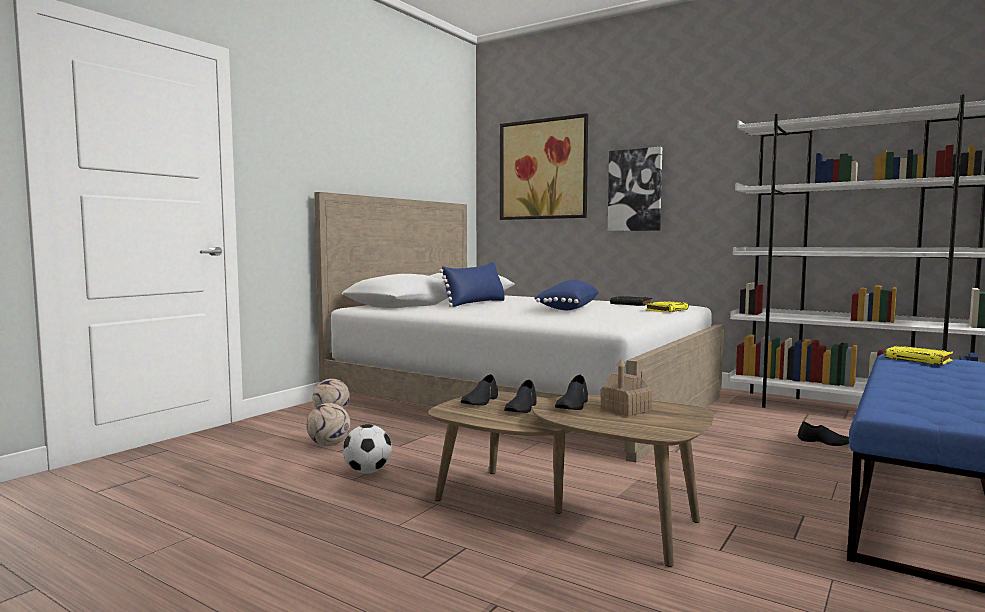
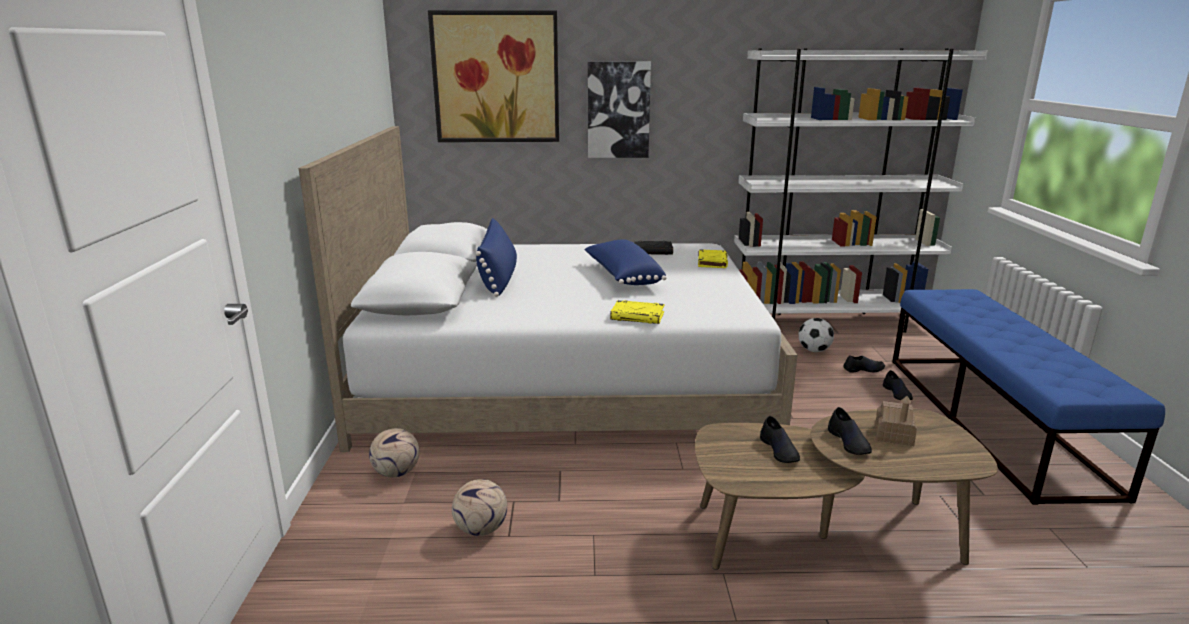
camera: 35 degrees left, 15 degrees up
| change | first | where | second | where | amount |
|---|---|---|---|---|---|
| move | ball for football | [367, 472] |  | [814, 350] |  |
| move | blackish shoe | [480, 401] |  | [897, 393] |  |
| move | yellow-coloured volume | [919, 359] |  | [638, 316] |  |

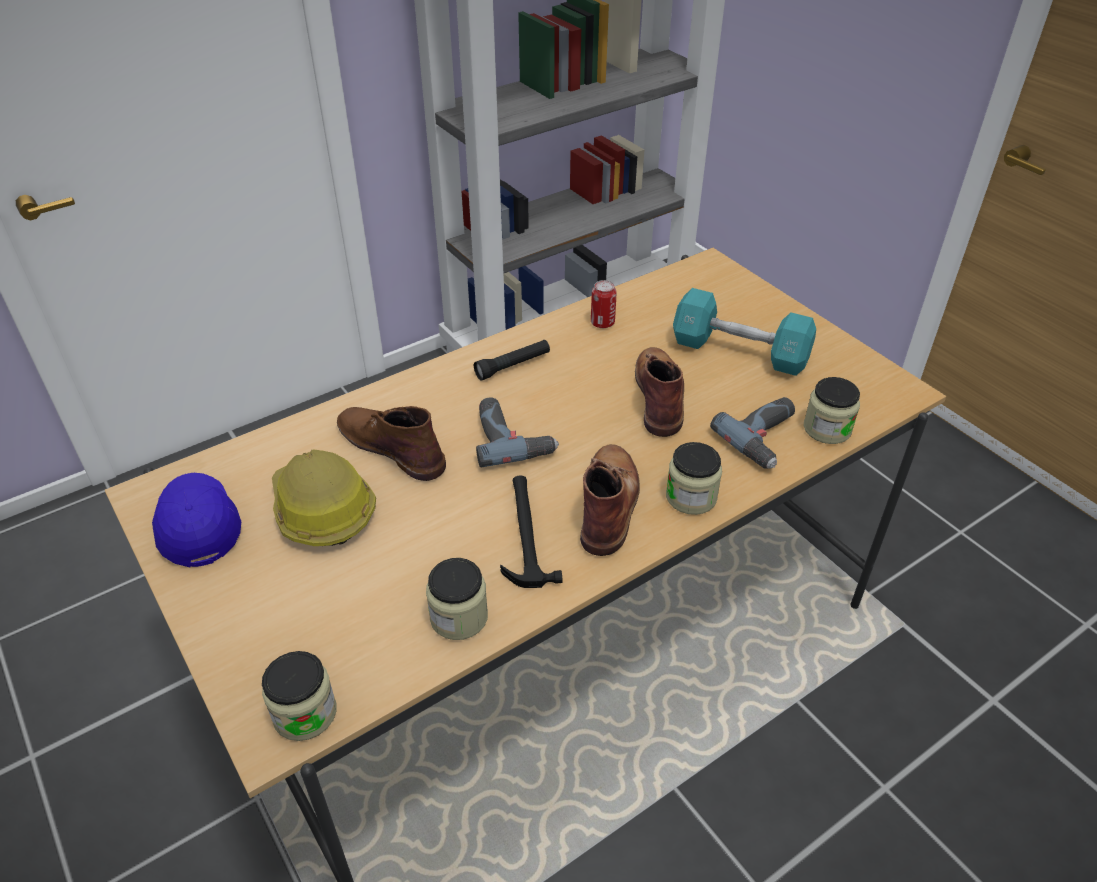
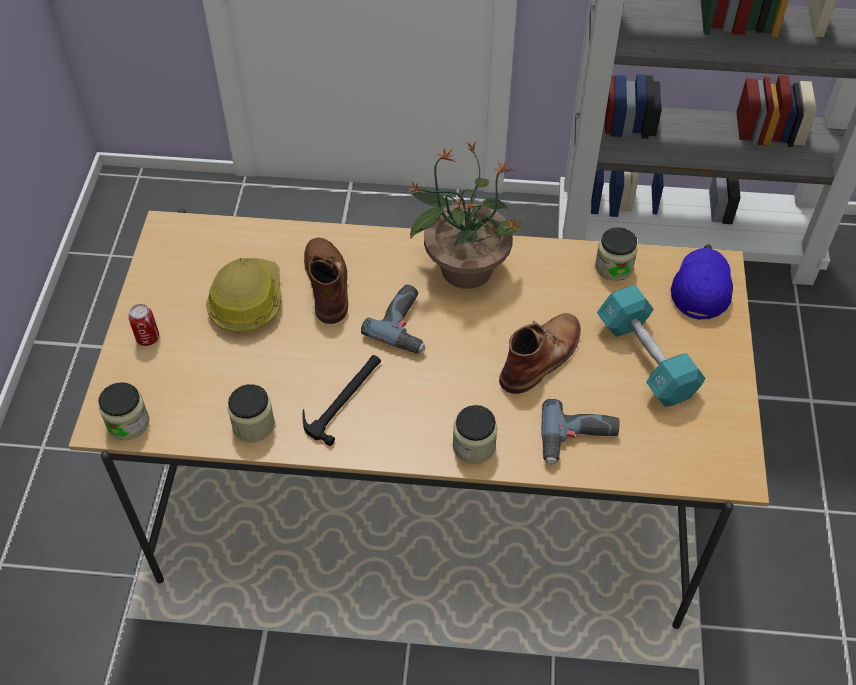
camera: 40 degrees right, 10 degrees up
| change | first | where | second | where | amount |
|---|---|---|---|---|---|
| delete | brownish tall boot | [608, 501] |  |  |  |
| move | bluish peaked cap | [198, 527] |  | [700, 290] |  |
| move | metal can | [602, 323] |  | [148, 338] |  |
| move | preserve jar | [827, 429] |  | [614, 267] |  |
| replace | blackish flashlight | [513, 366] | potted plant | [465, 268] |  |

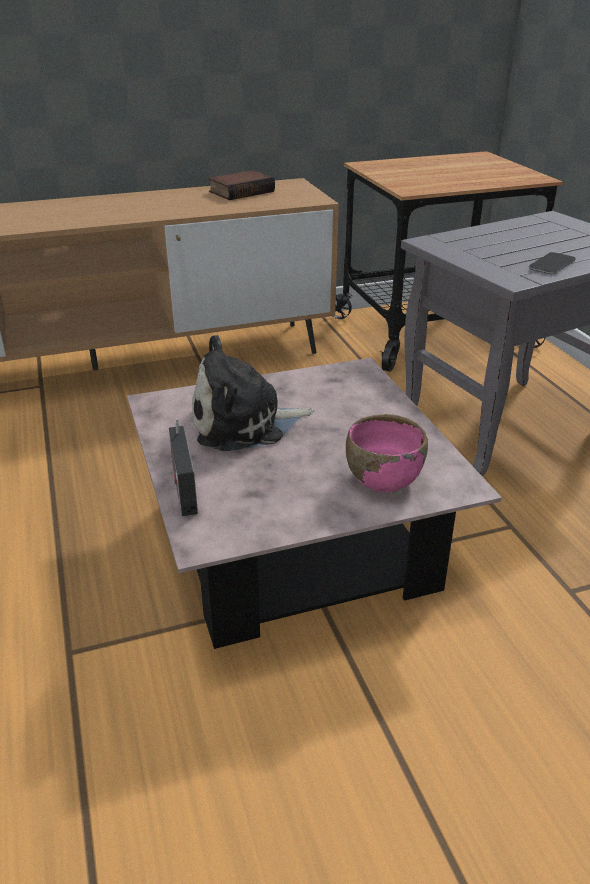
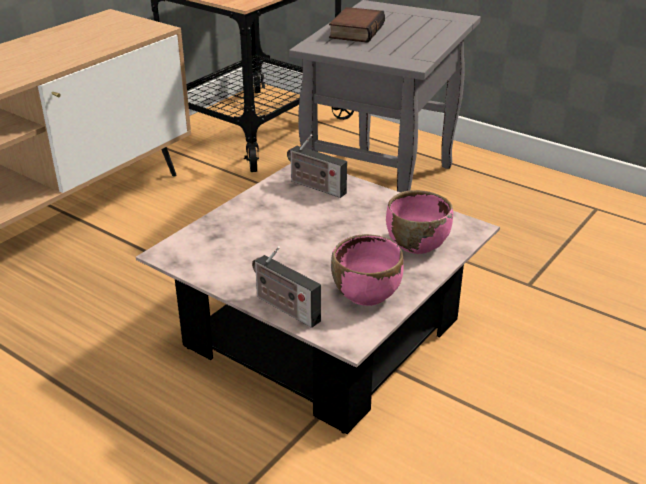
camera: 35 degrees left, 0 degrees up
| change | first | where | second | where | amount |
|---|---|---|---|---|---|
| delete | soft toy | [244, 424] |  |  |  |
| delete | handset | [551, 265] |  |  |  |
| insert |  |  | radio set | [315, 186] |  |
| insert |  |  | pinkish bowl | [367, 293] |  |
| move | volume | [241, 191] |  | [355, 31] |  |

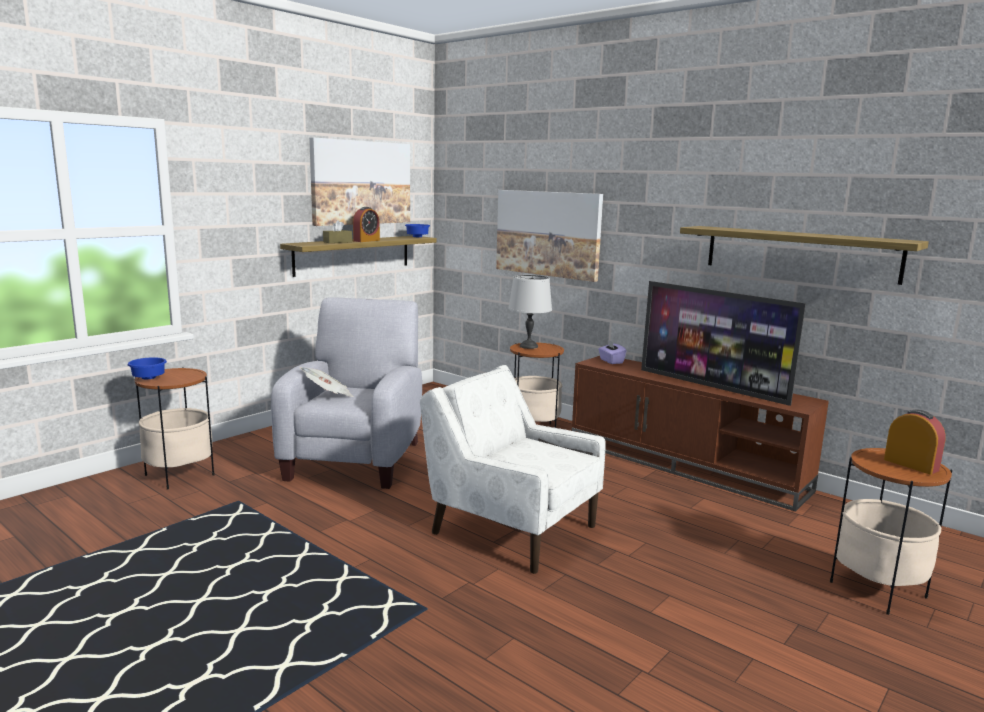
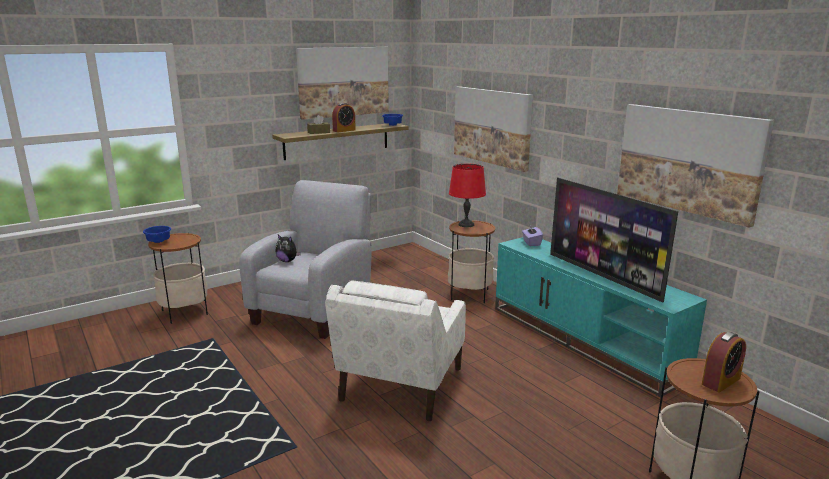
camera: 15 degrees right, 5 degrees up
| change | first | where | second | where | amount |
|---|---|---|---|---|---|
| replace | daily paper | [328, 395] | soft toy | [287, 261] |  |
| replace | wall shelf | [800, 253] | wall picture | [688, 160] |  |
| recolor | greyish lamp for a table | [528, 346] | red lamp for a table | [466, 224] |  |
| recolor | brownish tv unit | [685, 465] | turquoise-coloured tv unit | [584, 340] |  |
| rotate | white-coloured easy chair | [513, 528] |  | [401, 385] | 120 degrees counterclockwise |
| rotate | bedside clock | [911, 465] |  | [721, 381] | 75 degrees clockwise |

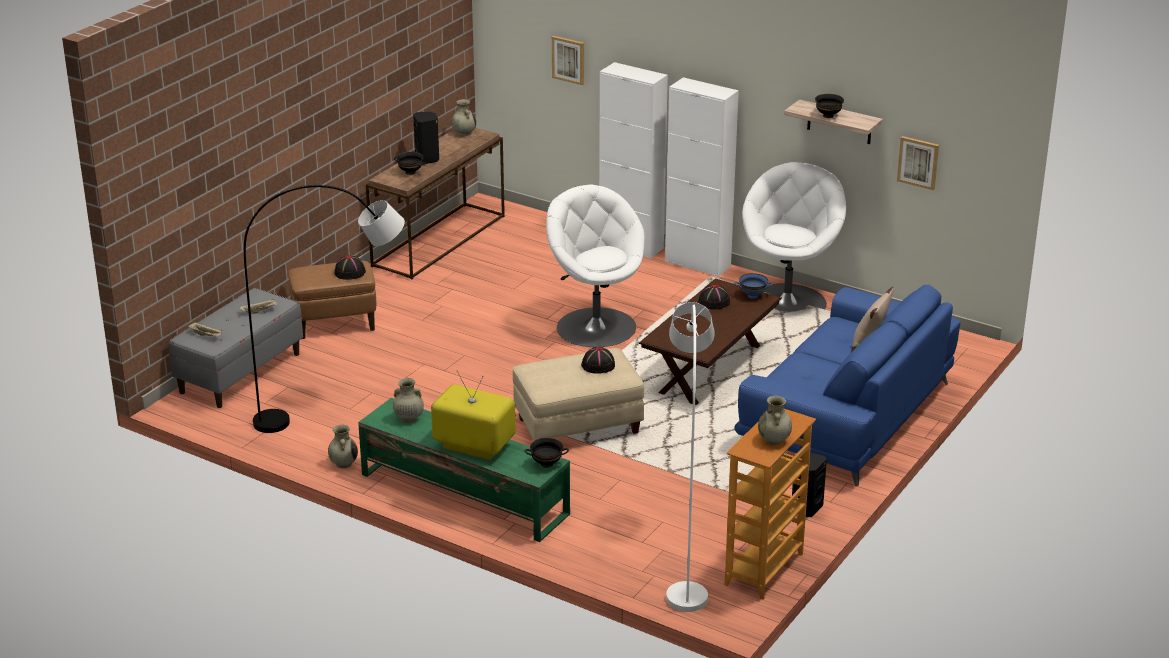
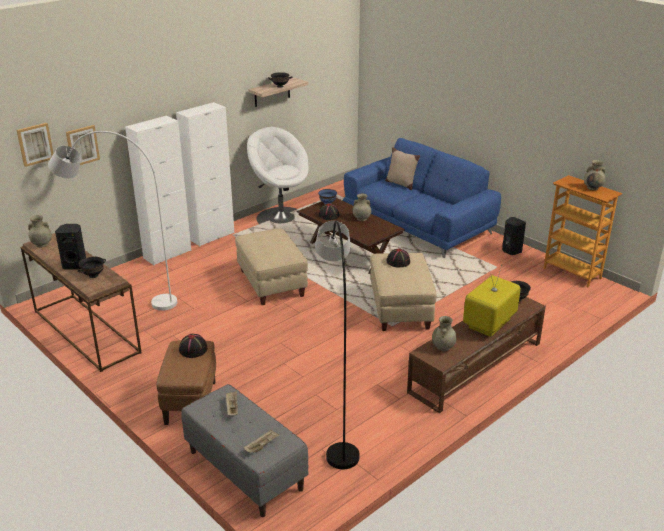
camera: 75 degrees left, 0 degrees up
| change | first | where | second | where | amount |
|---|---|---|---|---|---|
| move | sand-coloured flower vase | [343, 463] |  | [361, 219] |  |
| move | white-coloured floor lamp | [686, 551] |  | [121, 296] |  |
| move | wall picture | [918, 162] |  | [35, 144] |  |
| replace | white-coloured easy chair | [596, 326] | sand-coloured footrest | [271, 283] |  |
| recolor | green-coloured tv unit | [463, 493] | brownish tv unit | [475, 367] |  |

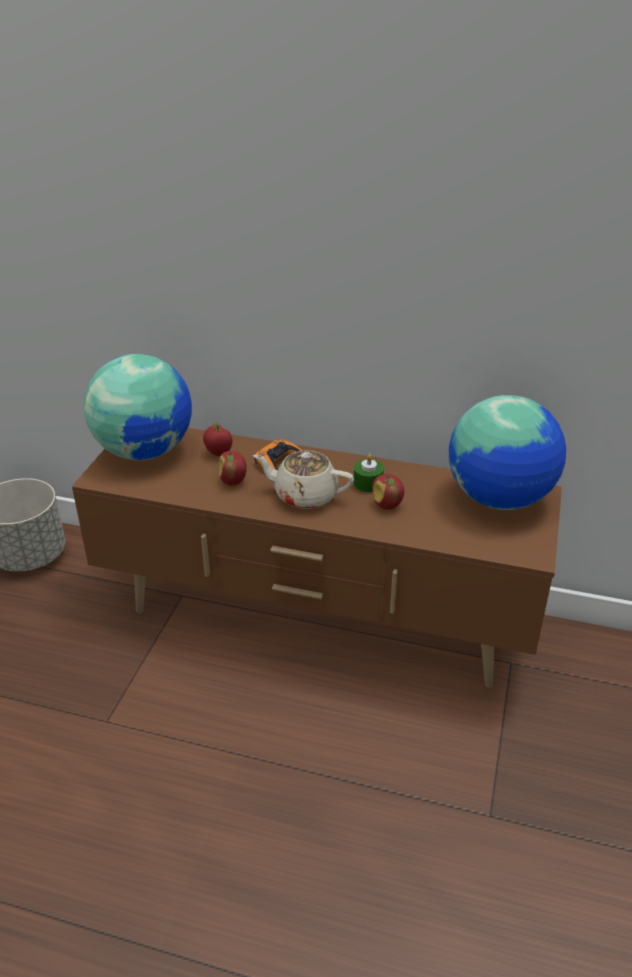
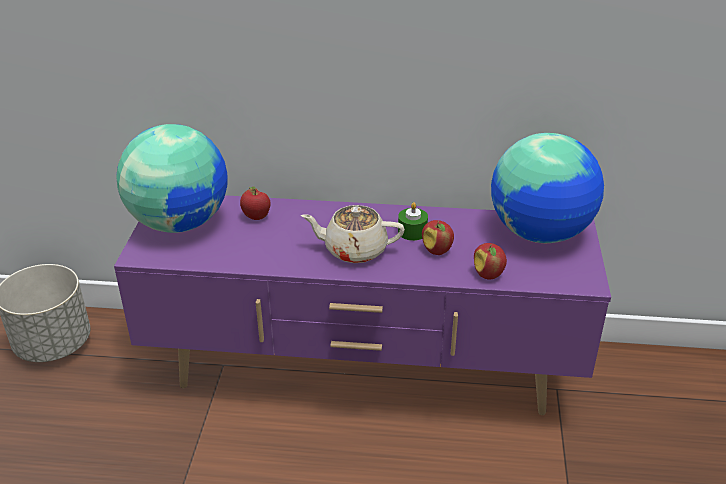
camera: 10 degrees left, 0 degrees up
| change | first | where | second | where | amount |
|---|---|---|---|---|---|
| delete | orange-coloured gamepad | [277, 461] |  |  |  |
| move | apple | [233, 481] |  | [488, 274] |  |
| recolor | brownish tv unit | [317, 621] | purple-coloured tv unit | [364, 373] |  |

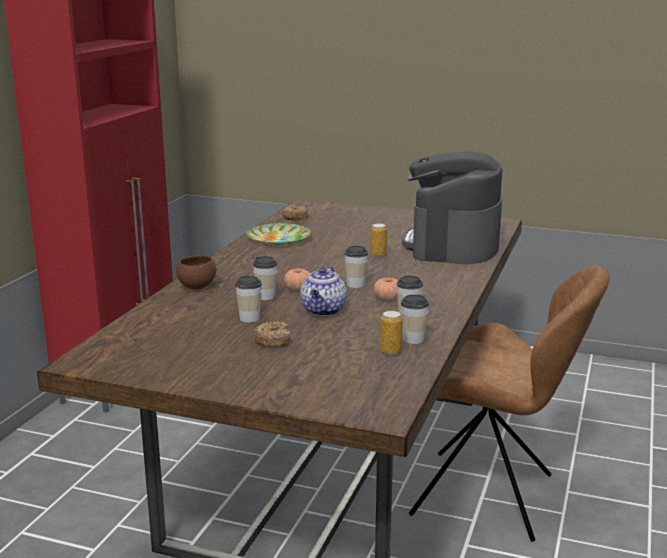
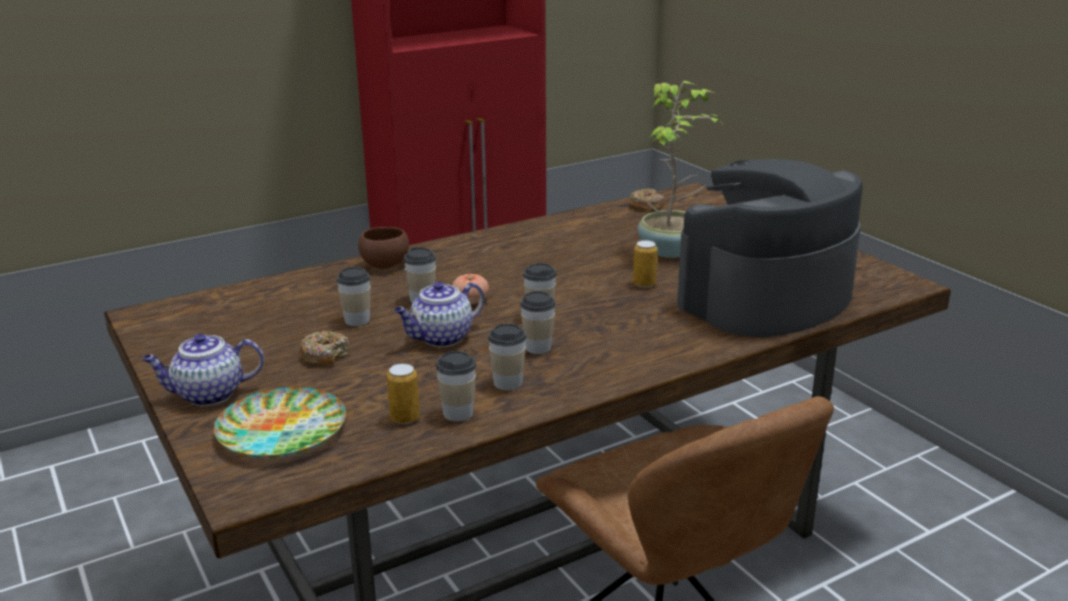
camera: 40 degrees right, 5 degrees up
| change | first | where | second | where | amount |
|---|---|---|---|---|---|
| insert |  |  | pot for tea | [208, 395] |  |
| insert |  |  | potted plant | [673, 250] |  |
| move | dinner plate | [279, 239] |  | [282, 431] |  |
| replace | fresh tomato | [388, 298] | drinking cup | [538, 347] |  |

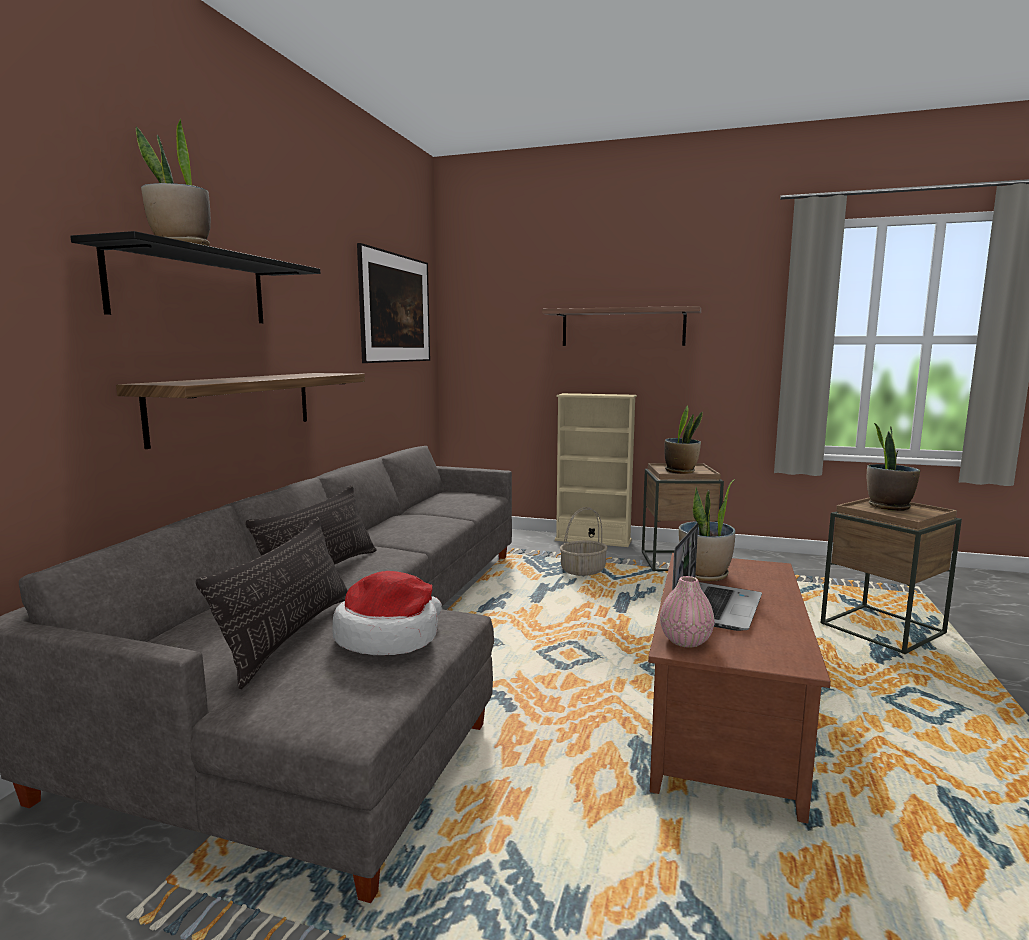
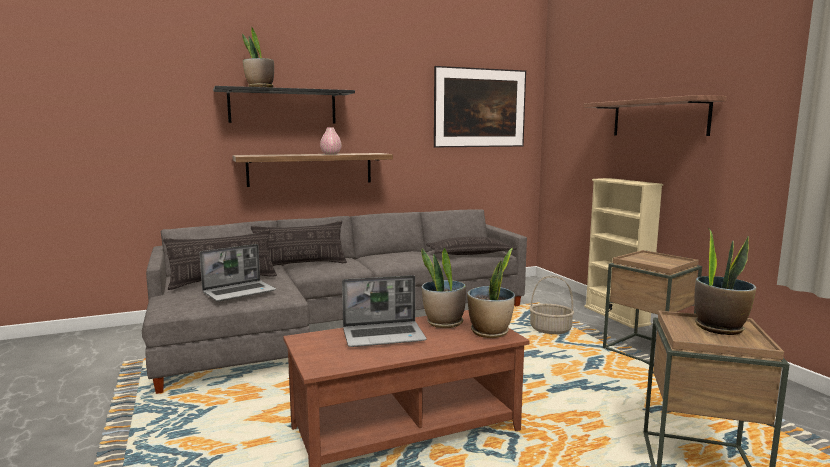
camera: 50 degrees right, 0 degrees up
| change | first | where | second | where | amount |
|---|---|---|---|---|---|
| insert |  |  | throw pillow | [470, 253] |  |
| move | pinkish flower vase | [685, 641] |  | [331, 154] |  |
| move | potted plant | [680, 471] |  | [490, 332] |  |
| replace | clothing hat | [389, 637] | portable computer | [240, 292] |  |

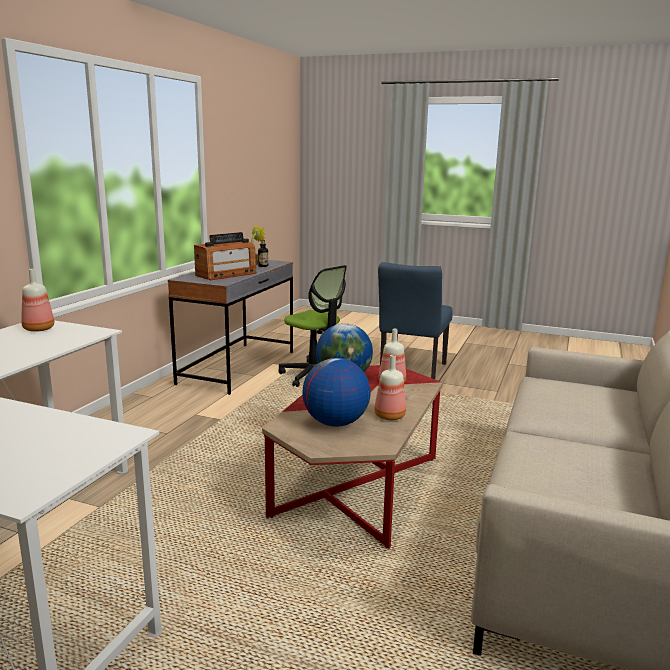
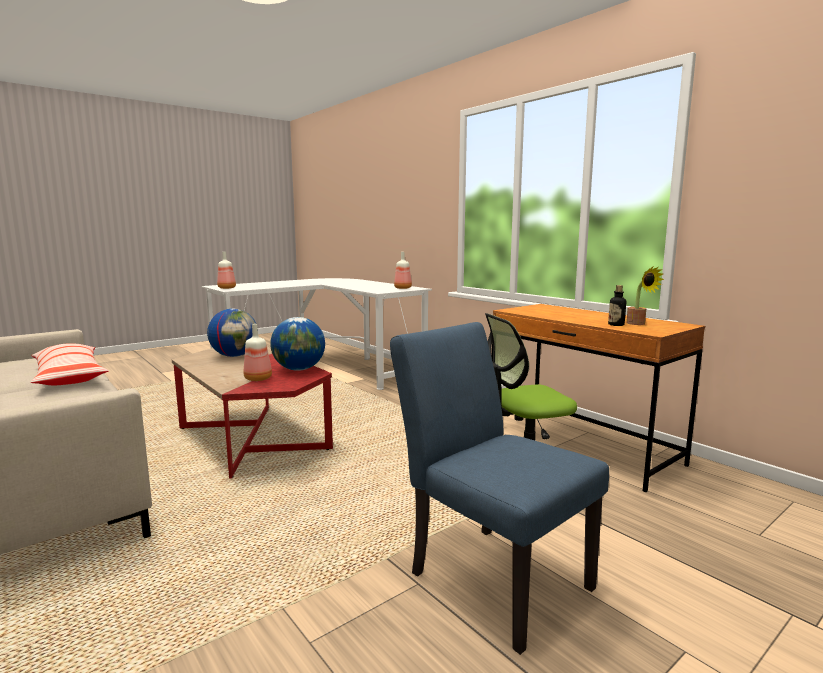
camera: 120 degrees right, 5 degrees down
| change | first | where | second | where | amount |
|---|---|---|---|---|---|
| delete | radio set | [226, 274] |  |  |  |
| insert |  |  | throw pillow | [69, 376] |  |
| move | drink bottle | [388, 416] |  | [227, 288] |  |
| recolor | greyish desk | [238, 367] | brownish desk | [581, 447] |  |

